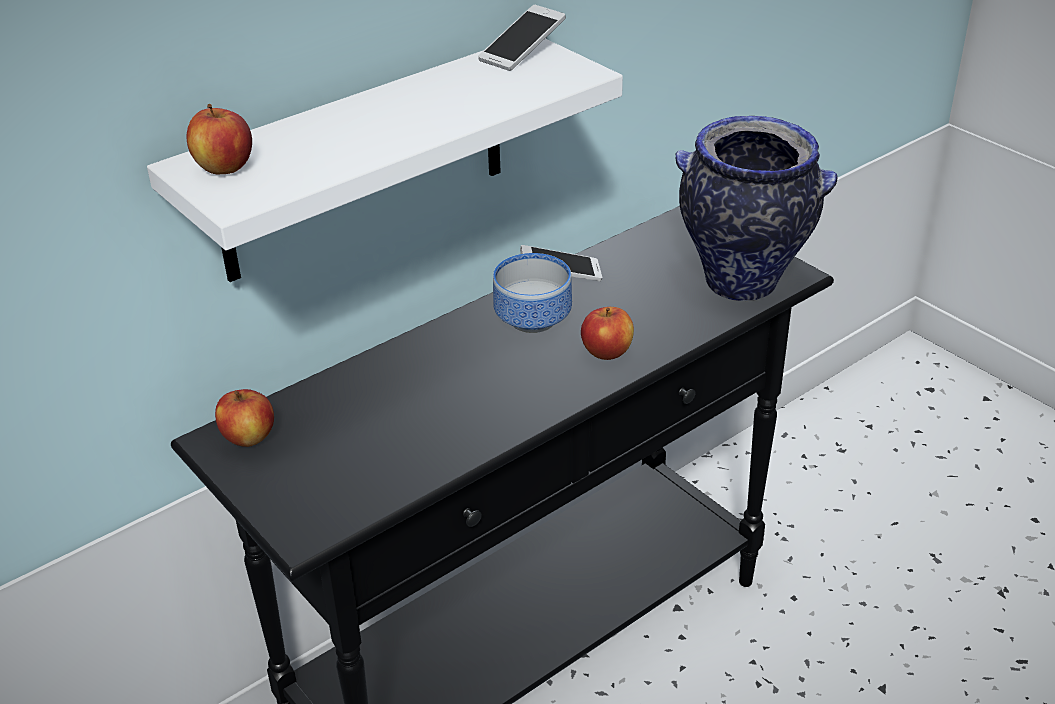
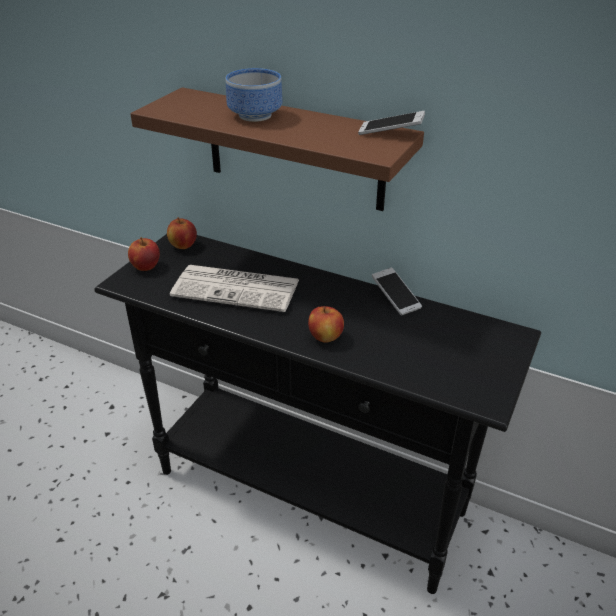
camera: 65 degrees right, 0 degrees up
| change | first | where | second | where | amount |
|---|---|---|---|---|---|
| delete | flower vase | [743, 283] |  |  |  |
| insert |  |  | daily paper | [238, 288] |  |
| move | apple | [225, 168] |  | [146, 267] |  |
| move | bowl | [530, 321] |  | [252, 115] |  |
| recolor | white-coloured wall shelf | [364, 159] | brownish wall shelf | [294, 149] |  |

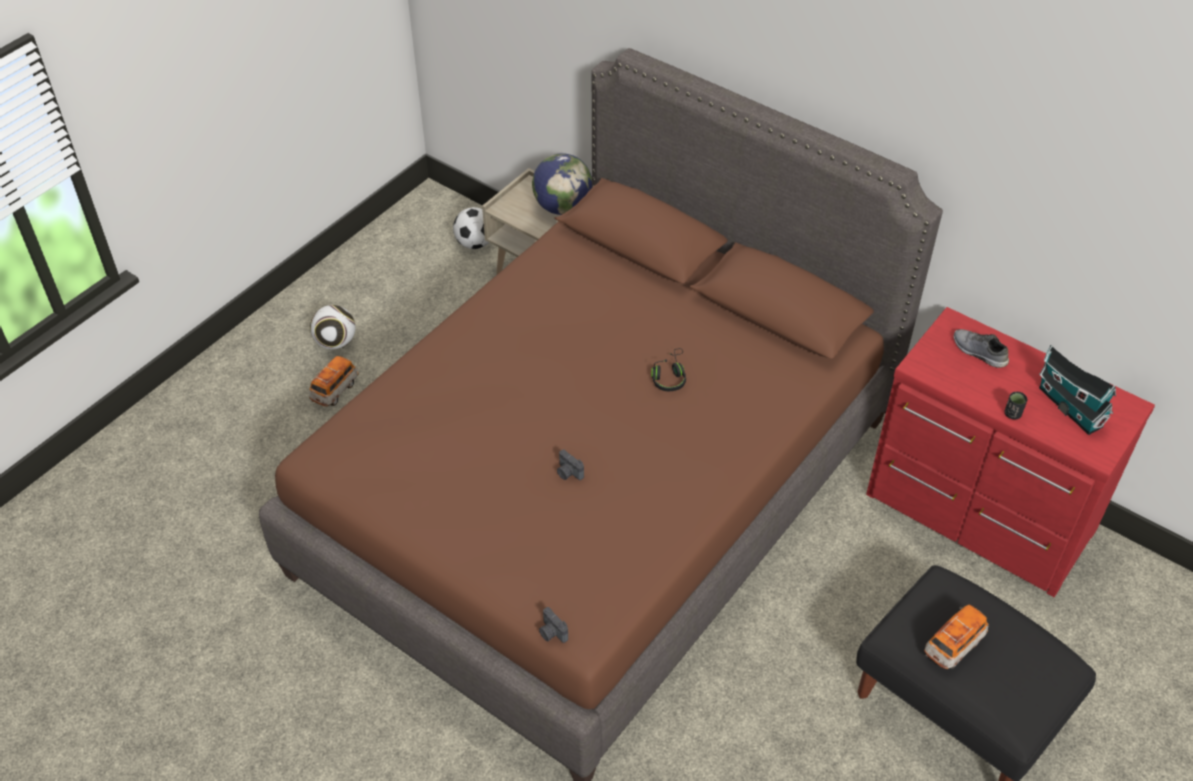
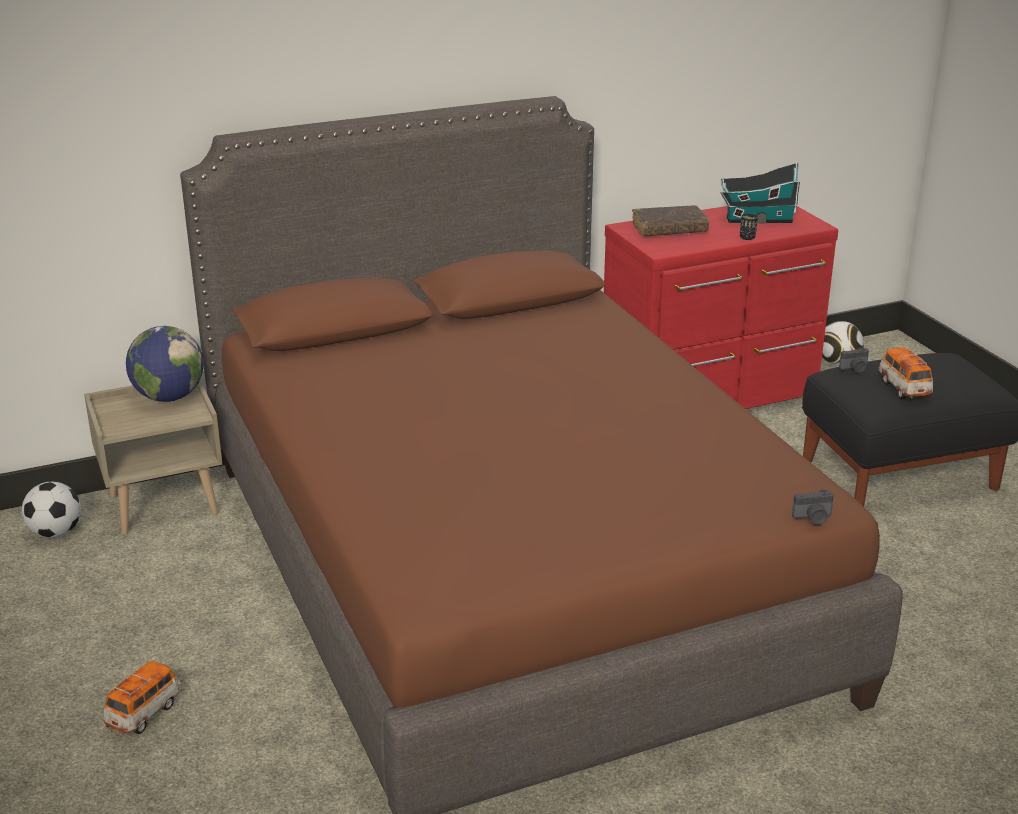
camera: 60 degrees left, 20 degrees down
| change | first | where | second | where | amount |
|---|---|---|---|---|---|
| delete | blackish pair of headphones | [669, 376] |  |  |  |
| move | ball for football | [336, 342] |  | [837, 363] |  |
| move | photo camera | [568, 473] |  | [854, 369] |  |
| replace | greyish shoe | [978, 352] | brownish volume | [669, 229] |  |
| rotate | toy car | [335, 390] |  | [144, 713] | 60 degrees clockwise |

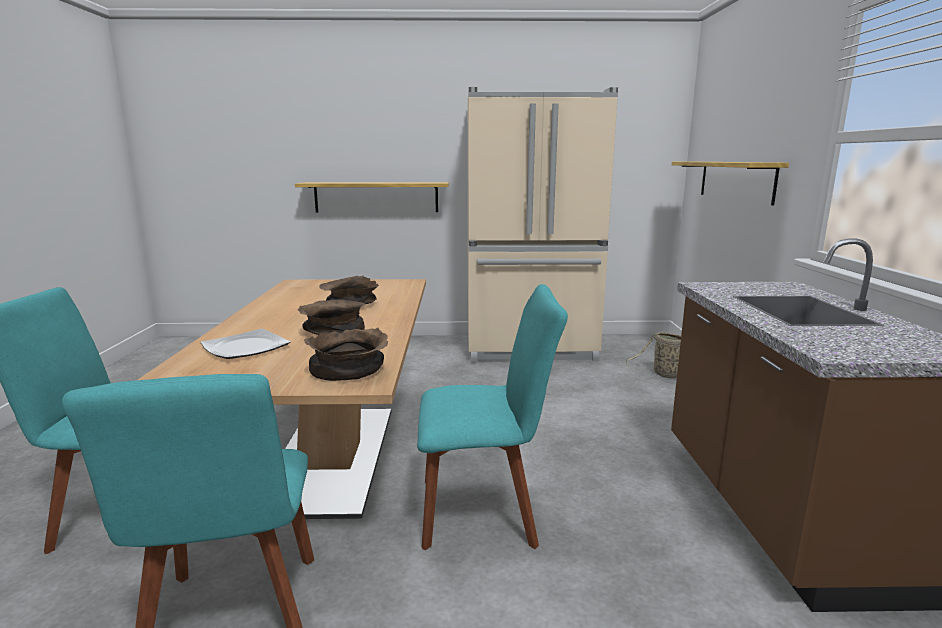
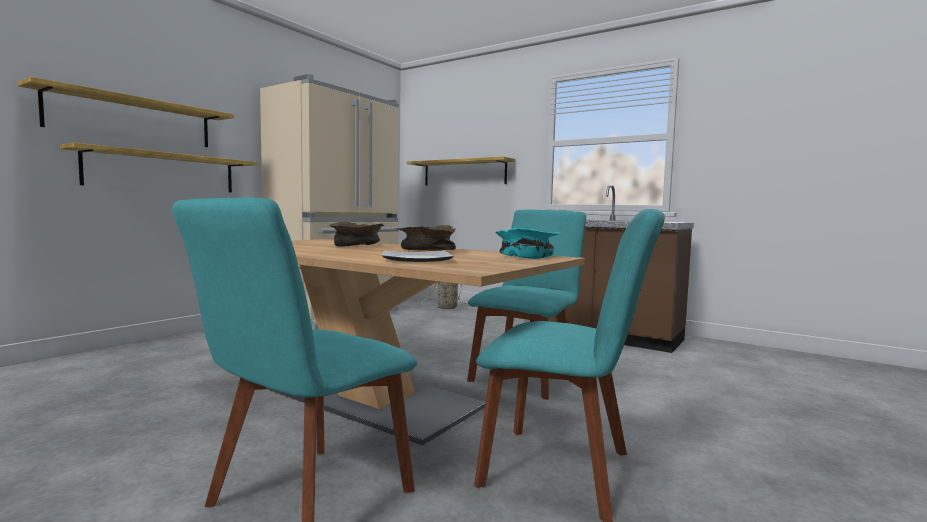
camera: 55 degrees left, 10 degrees down
| change | first | where | second | where | amount |
|---|---|---|---|---|---|
| insert |  |  | wall shelf | [133, 120] |  |
| recolor | brownish bowl | [350, 371] | turquoise-coloured bowl | [527, 256] |  |

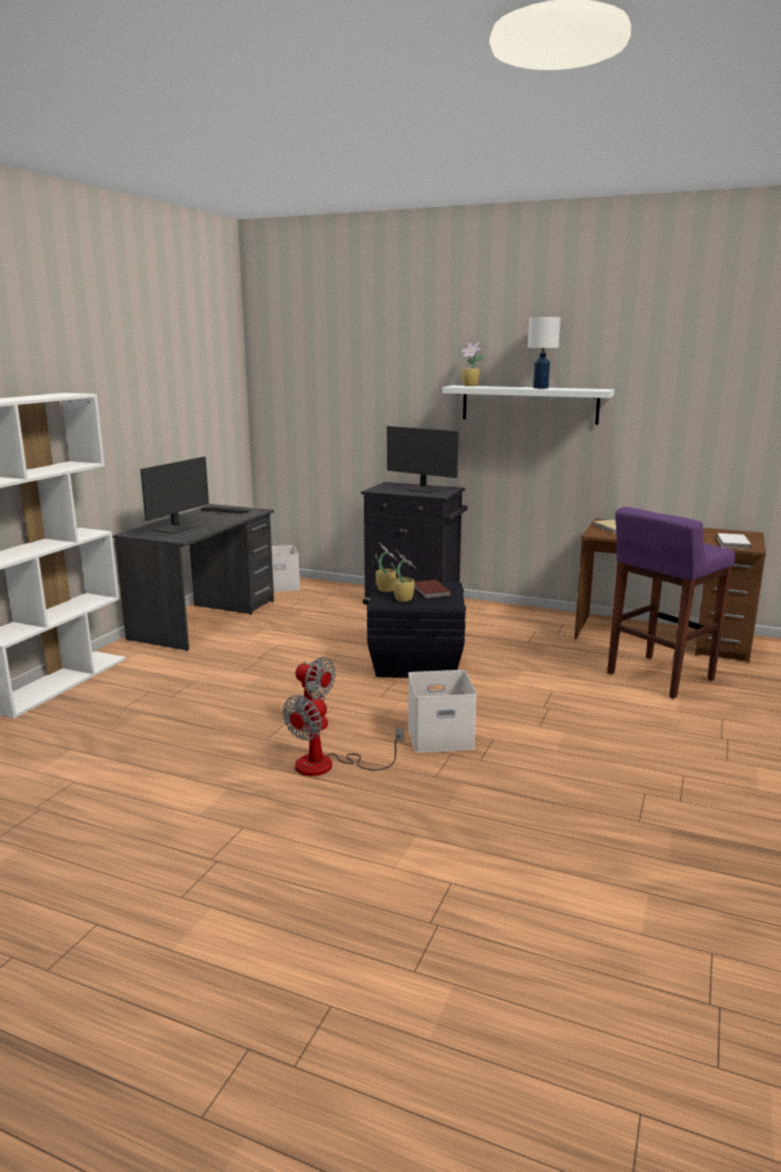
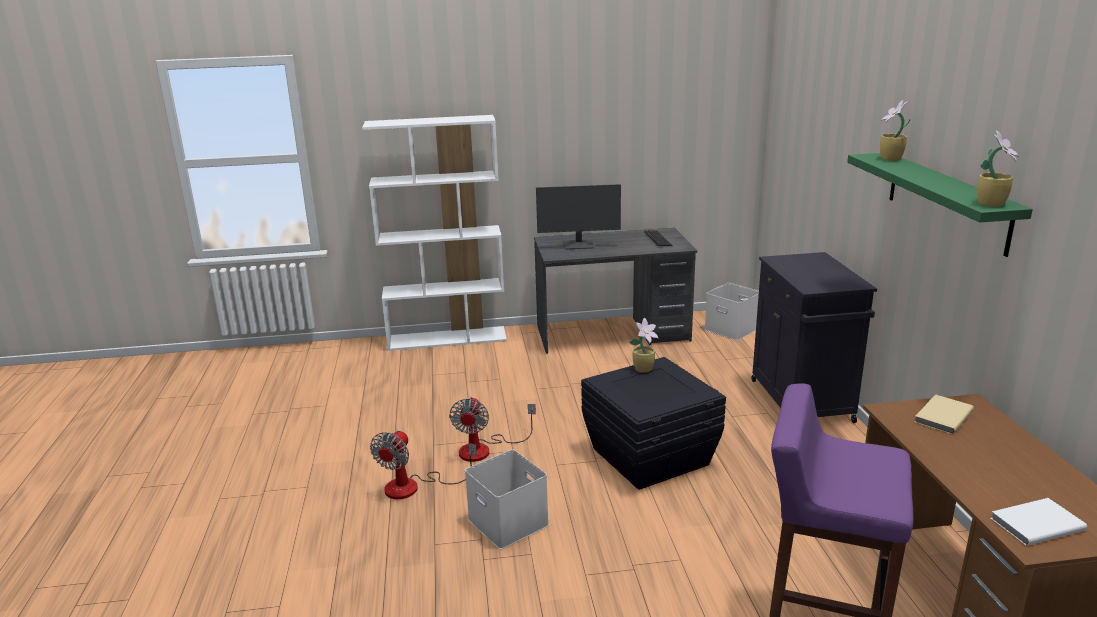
camera: 60 degrees right, 5 degrees up
| change | first | where | second | where | amount |
|---|---|---|---|---|---|
| delete | computer screen | [423, 489] |  |  |  |
| delete | brownish volume | [430, 591] |  |  |  |
| delete | white-coloured lamp for a table | [541, 388] |  |  |  |
| move | potted plant | [403, 599] |  | [991, 203] |  |
| recolor | white-coloured wall shelf | [529, 404] | green-coloured wall shelf | [946, 201] |  |
| rotate | cooling fan | [328, 765] |  | [414, 486] | 75 degrees counterclockwise |

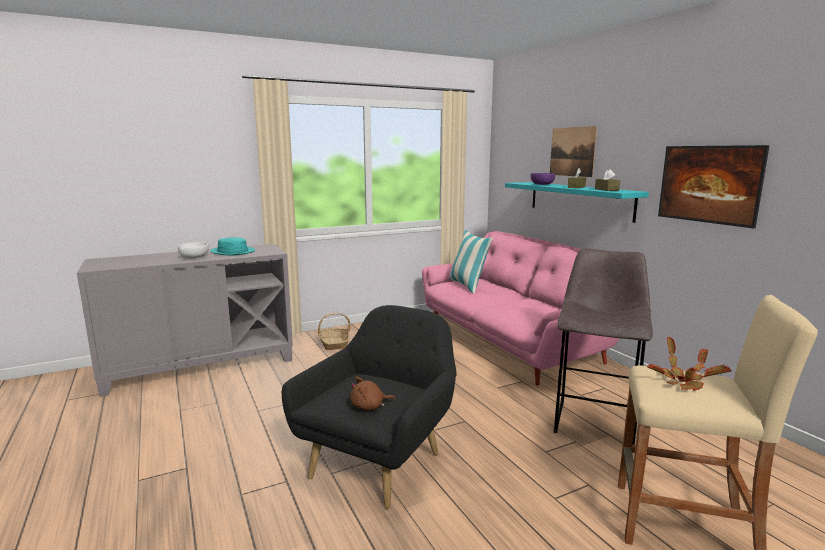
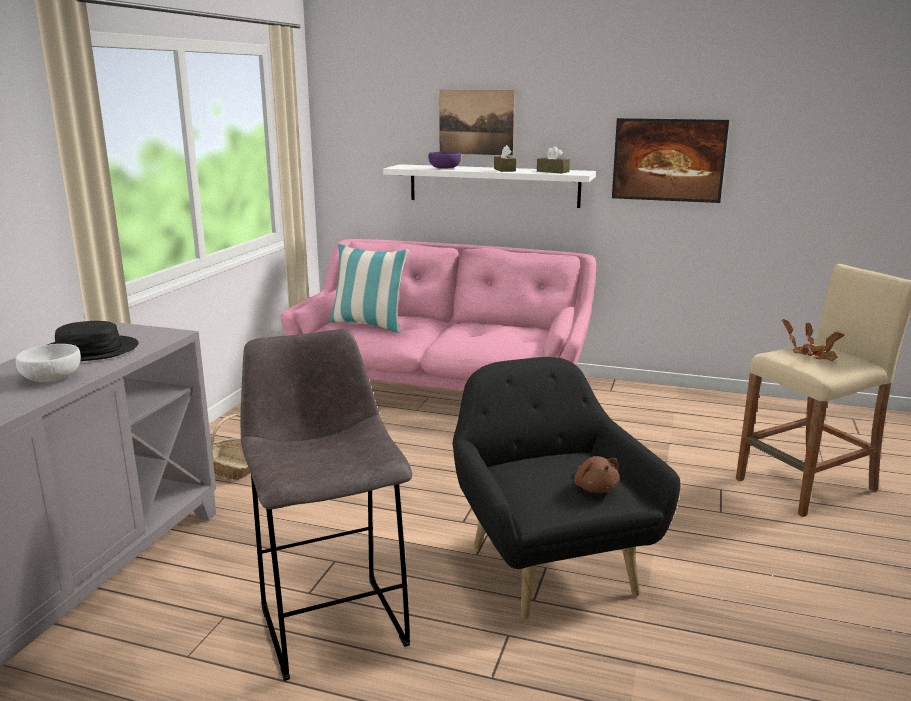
camera: 45 degrees left, 5 degrees up
| change | first | where | second | where | amount |
|---|---|---|---|---|---|
| move | greyish stool seat | [594, 421] |  | [332, 623] |  |
| recolor | turquoise-coloured clothing hat | [232, 252] | blackish clothing hat | [89, 351] |  |
| recolor | turquoise-coloured wall shelf | [579, 200] | white-coloured wall shelf | [493, 185] |  |
| rotate | brownish soft toy | [369, 407] |  | [595, 488] | 45 degrees counterclockwise |

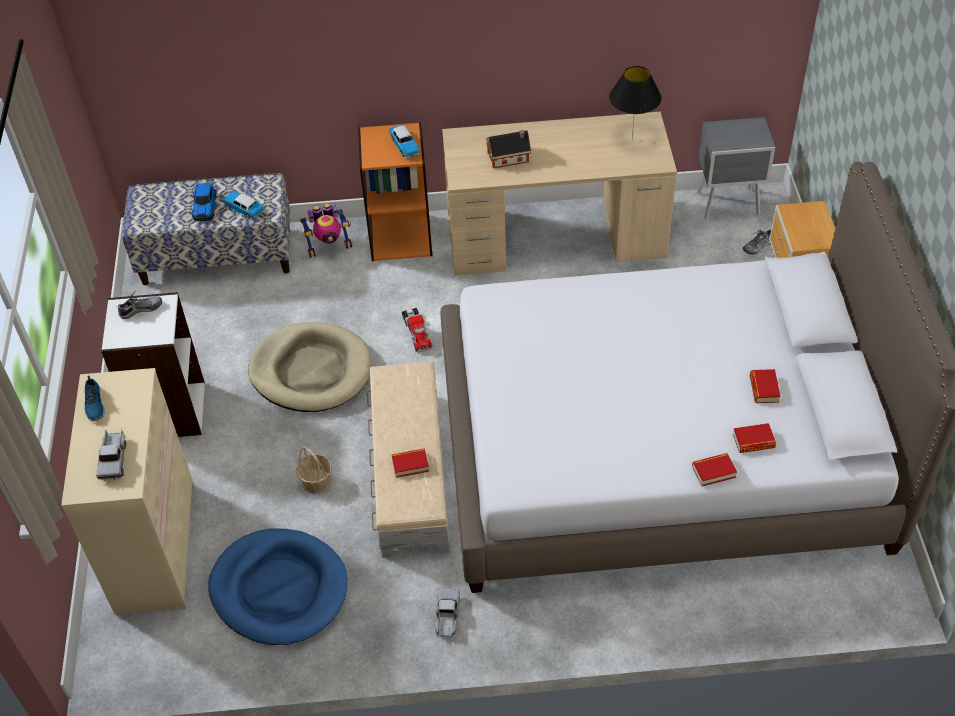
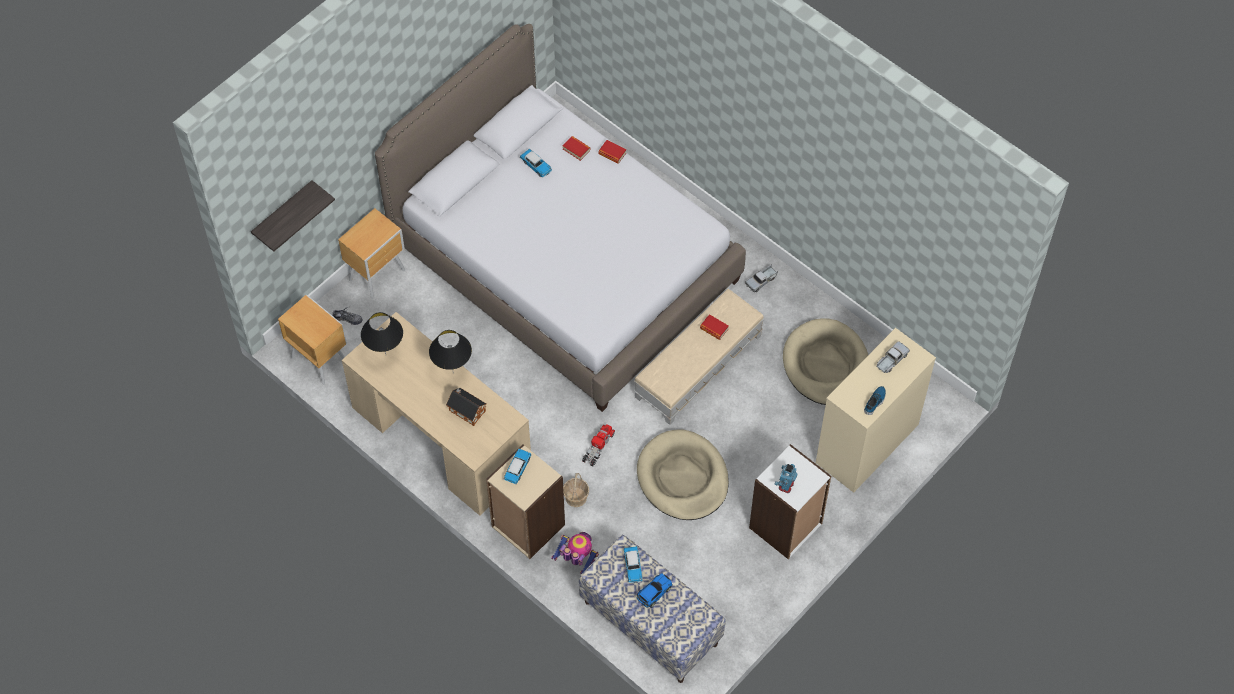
camera: 135 degrees left, 10 degrees up
| change | first | where | second | where | amount |
|---|---|---|---|---|---|
| insert |  |  | wall shelf | [283, 214] |  |
| insert |  |  | blackish lamp for a table | [453, 373] |  |
| move | basket | [316, 481] |  | [576, 497] |  |
| replace | shoe | [141, 310] | toy robot | [785, 485] |  |
| replace | volume | [764, 389] | toy car | [536, 166] |  |
| recolor | bluish dog bed | [279, 589] | sand-coloured dog bed | [826, 365] |  |
| recolor | orange-coloured bookcase | [400, 237] | sand-coloured bookcase | [527, 526] |  |
| recolor | greyish bedside table | [729, 204] | brownish bedside table | [319, 359] |  |

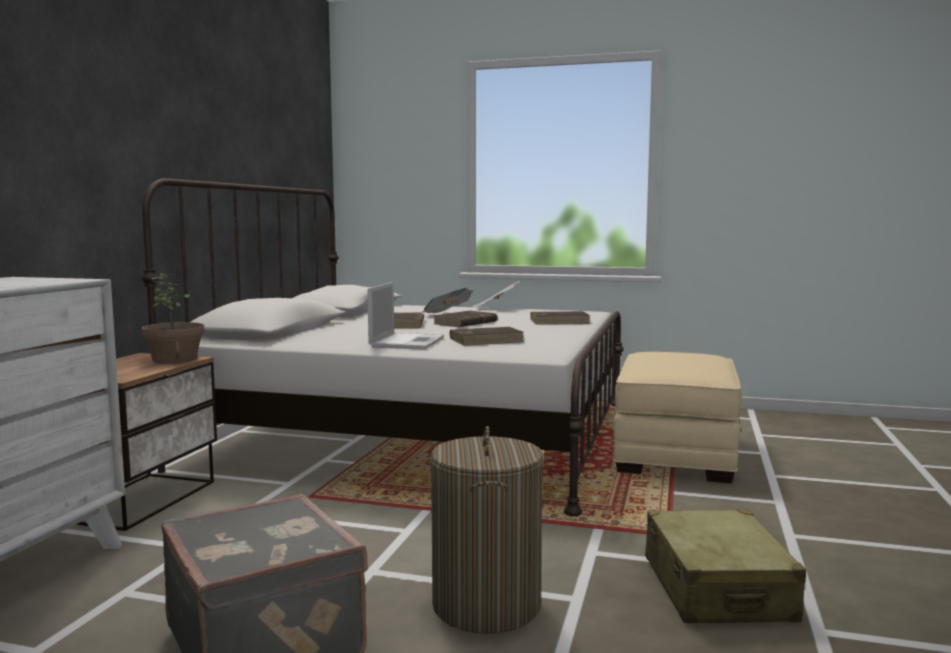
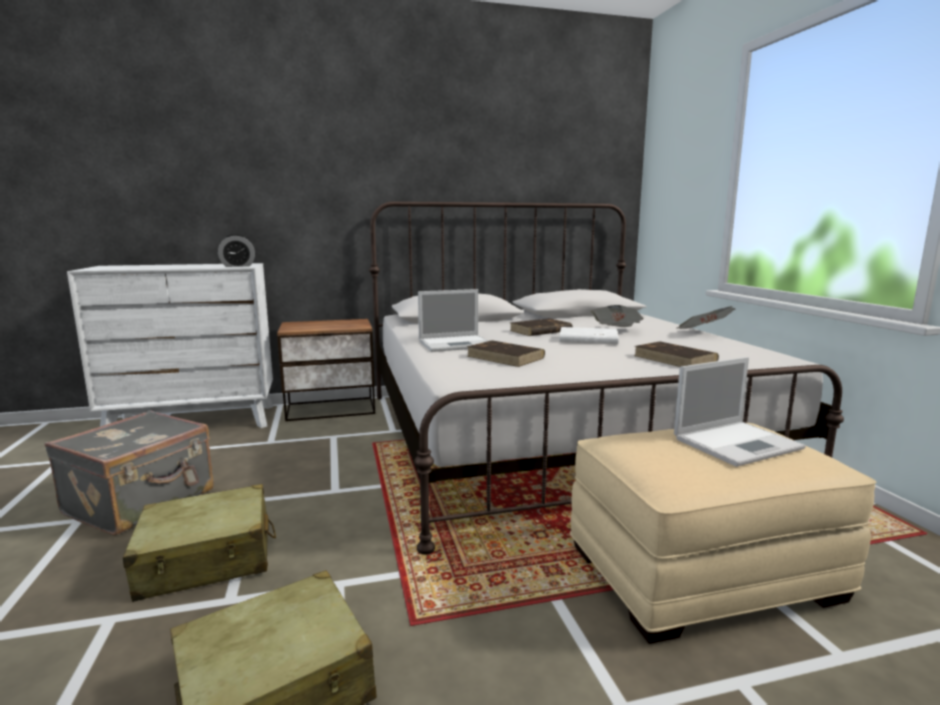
camera: 60 degrees right, 5 degrees up
| change | first | where | second | where | amount |
|---|---|---|---|---|---|
| delete | potted plant | [175, 359] |  |  |  |
| insert |  |  | bedside clock | [238, 266] |  |
| insert |  |  | portable computer | [738, 443] |  |
| replace | hamper | [486, 605] | sand-coloured piece of luggage | [207, 559] |  |
| recolor | brownish volume | [465, 323] | white-coloured volume | [587, 340] |  |

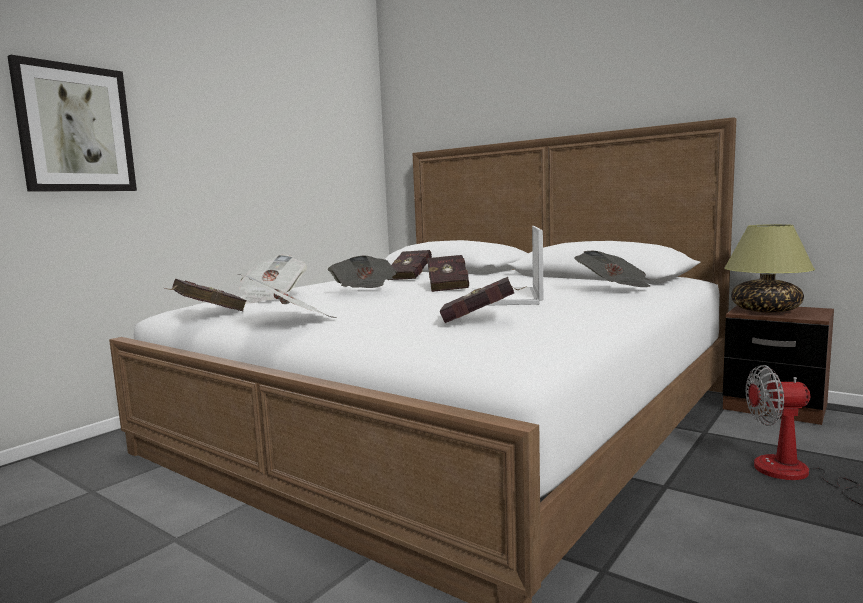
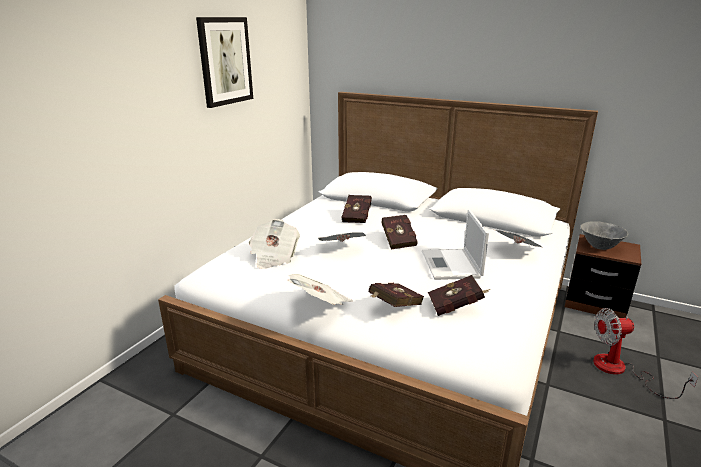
camera: 10 degrees left, 15 degrees up
| change | first | where | second | where | amount |
|---|---|---|---|---|---|
| move | wall picture | [75, 129] |  | [225, 61] |  |
| move | red volume | [207, 312] |  | [393, 307] |  |
| replace | lamp for a table | [766, 310] | greyish bowl | [600, 247] |  |

